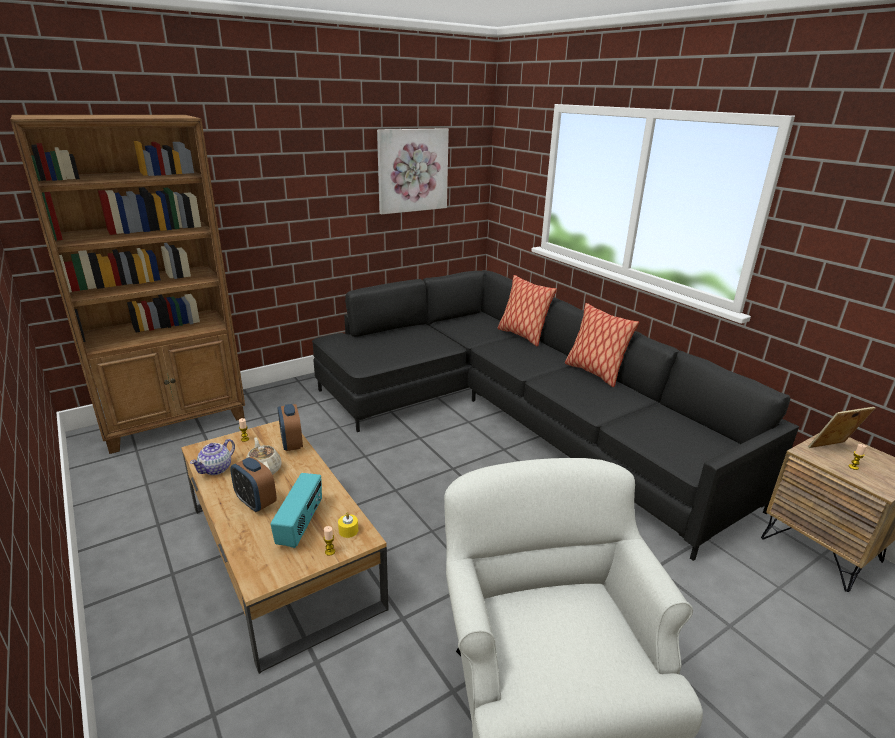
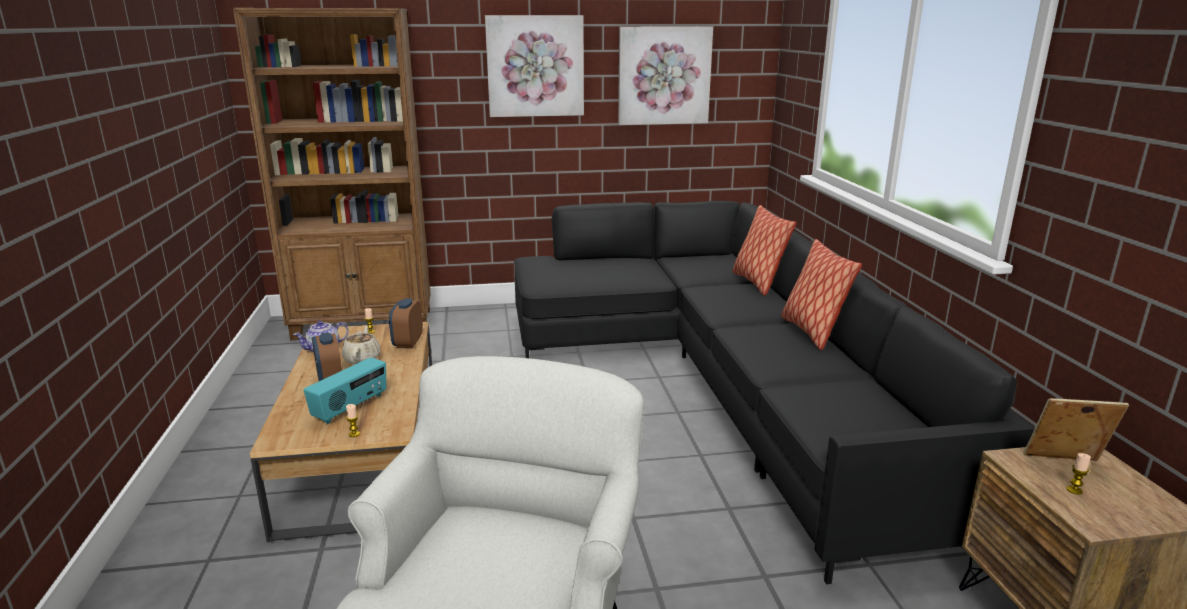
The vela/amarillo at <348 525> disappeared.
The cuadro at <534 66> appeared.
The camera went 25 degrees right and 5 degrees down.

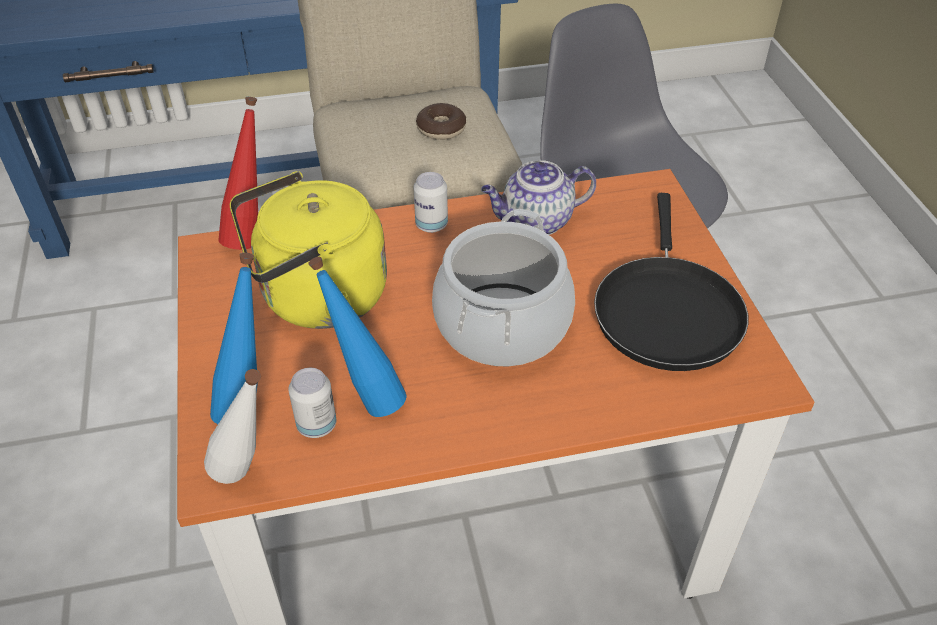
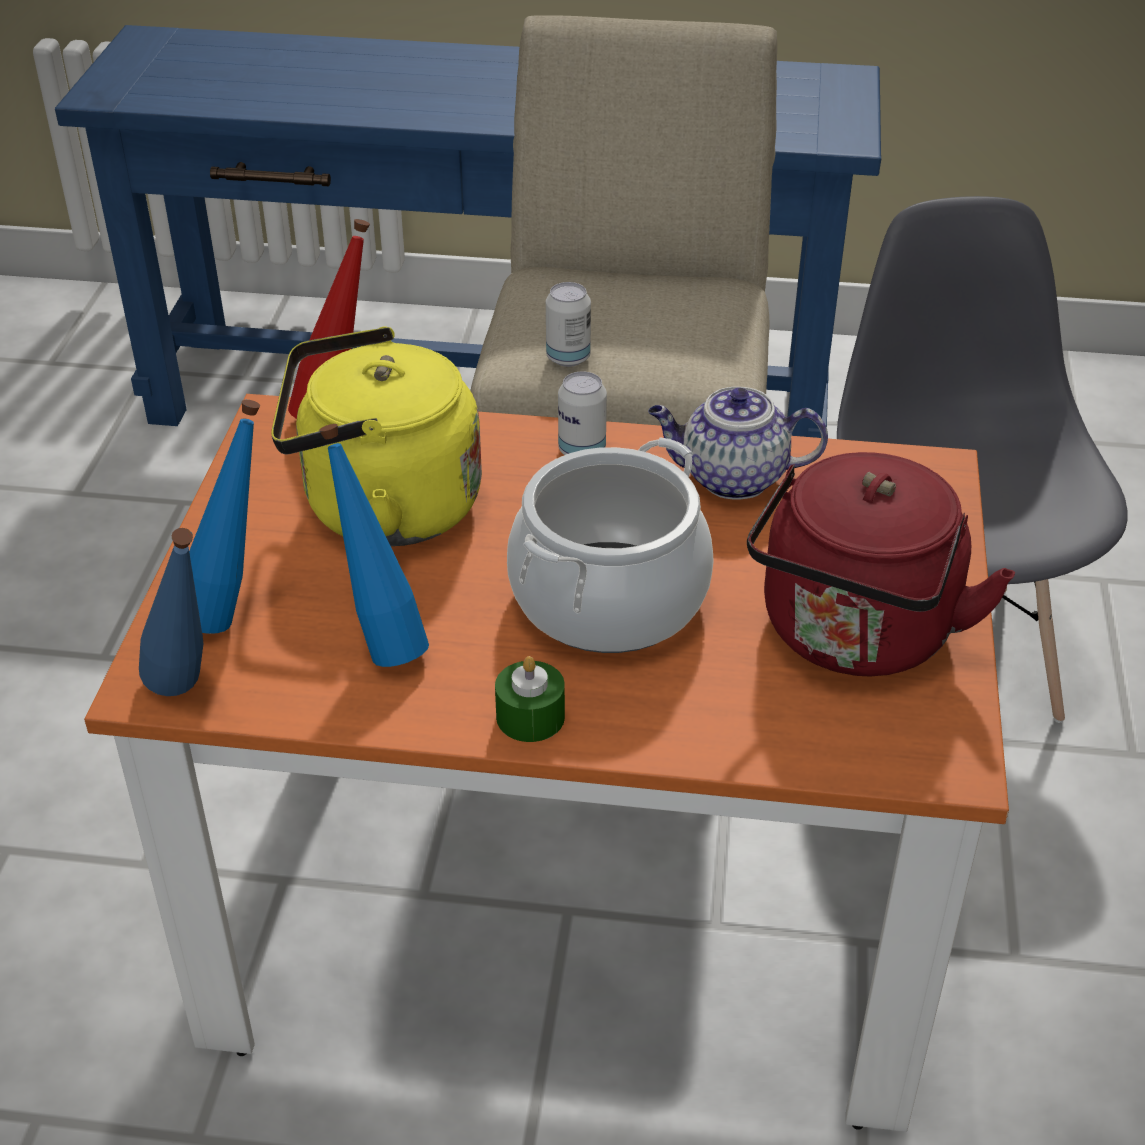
The rosquilla at <441 121> disappeared.
The sartén/negro at <671 282> was replaced by the hervidor/rojo at <881 564>.
The lata moved from <312 403> to <568 324>.
The botella/blanco at <232 426> became the botella/azul at <171 612>.
The vela/verde at <530 699> appeared.
The camera went 20 degrees right and 5 degrees down.

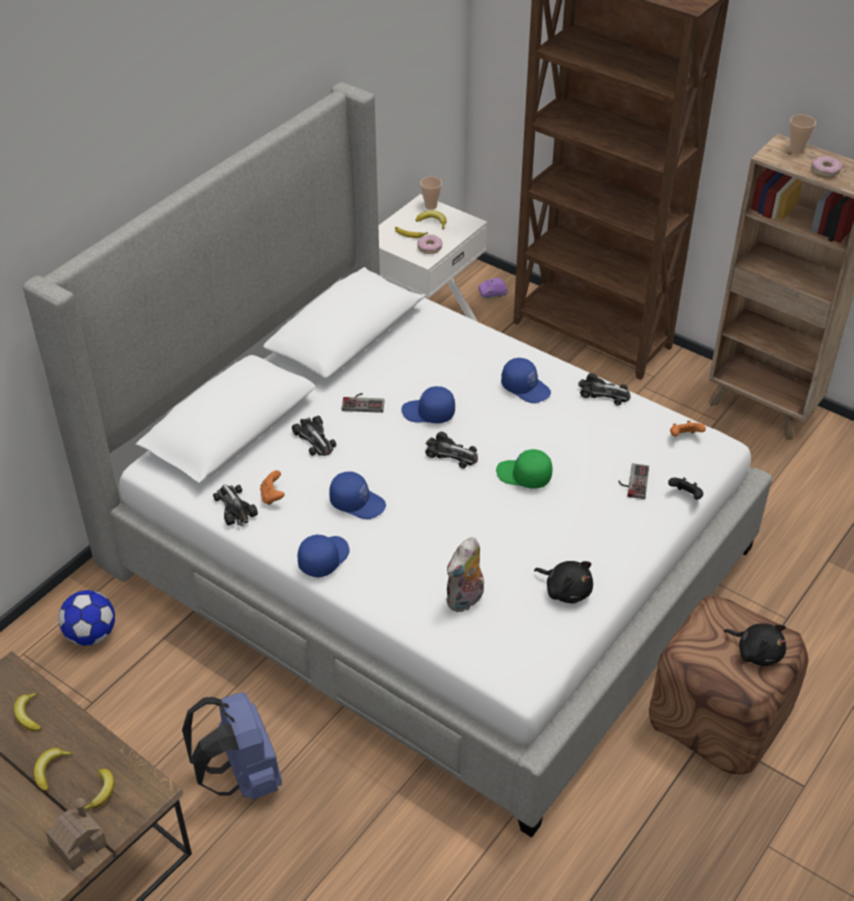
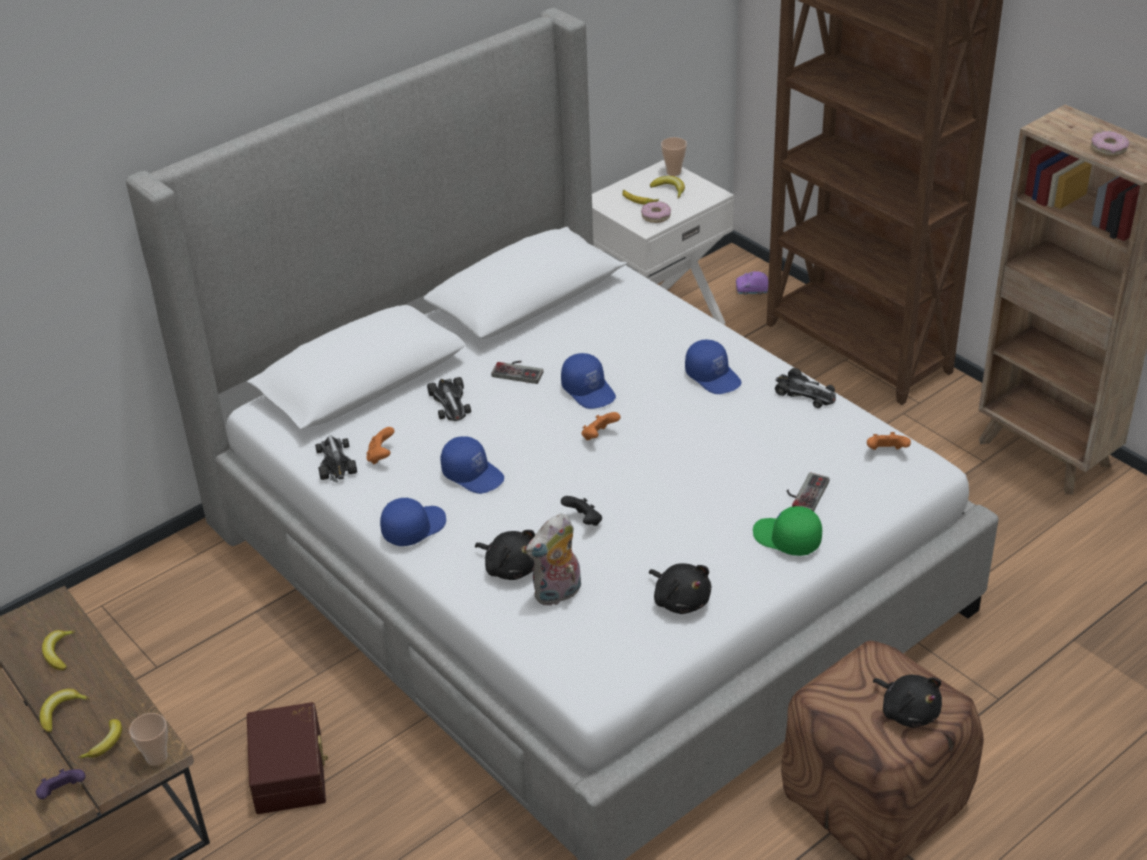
The taza moved from <802 134> to <148 739>.
The gorra/azul at <428 404> turned 150 degrees counterclockwise.
The coche de juguete at <451 450> was replaced by the mando de consola/naranja at <601 426>.
The gorra/verde moved from <524 469> to <787 531>.
The mando de consola/negro moved from <685 488> to <581 511>.
The balón de fútbol at <86 618> disappeared.
The mochila/azul at <232 746> was replaced by the caja de almacenaje/marrón at <287 758>.
The casita at <76 834> was replaced by the mando de consola/morado at <61 784>.
The peluche/negro at <505 555> appeared.
The camera went 15 degrees right and 5 degrees down.

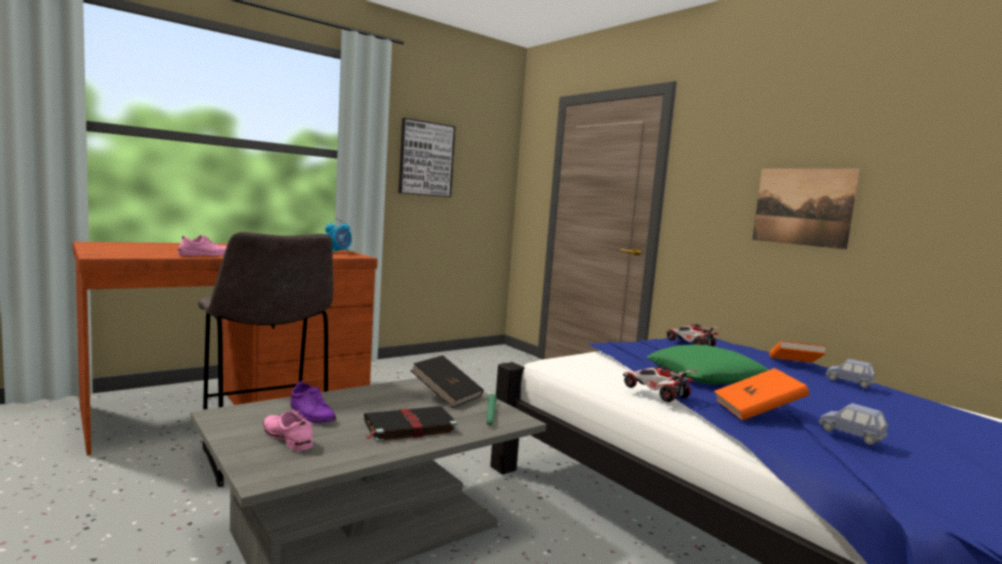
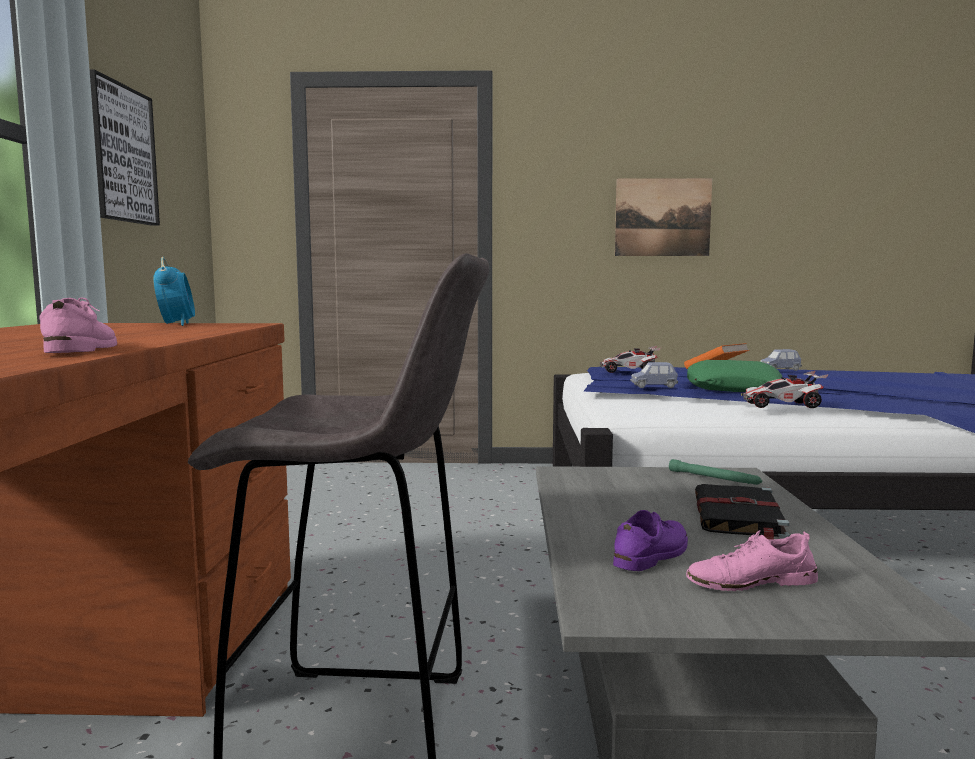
The libro/negro at <447 381> disappeared.
The libro/naranja at <761 394> disappeared.
The zapato/morado at <313 402> turned 45 degrees counterclockwise.
The coche de juguete/azul moved from <853 424> to <654 375>.
The camera went 50 degrees left and 0 degrees up.

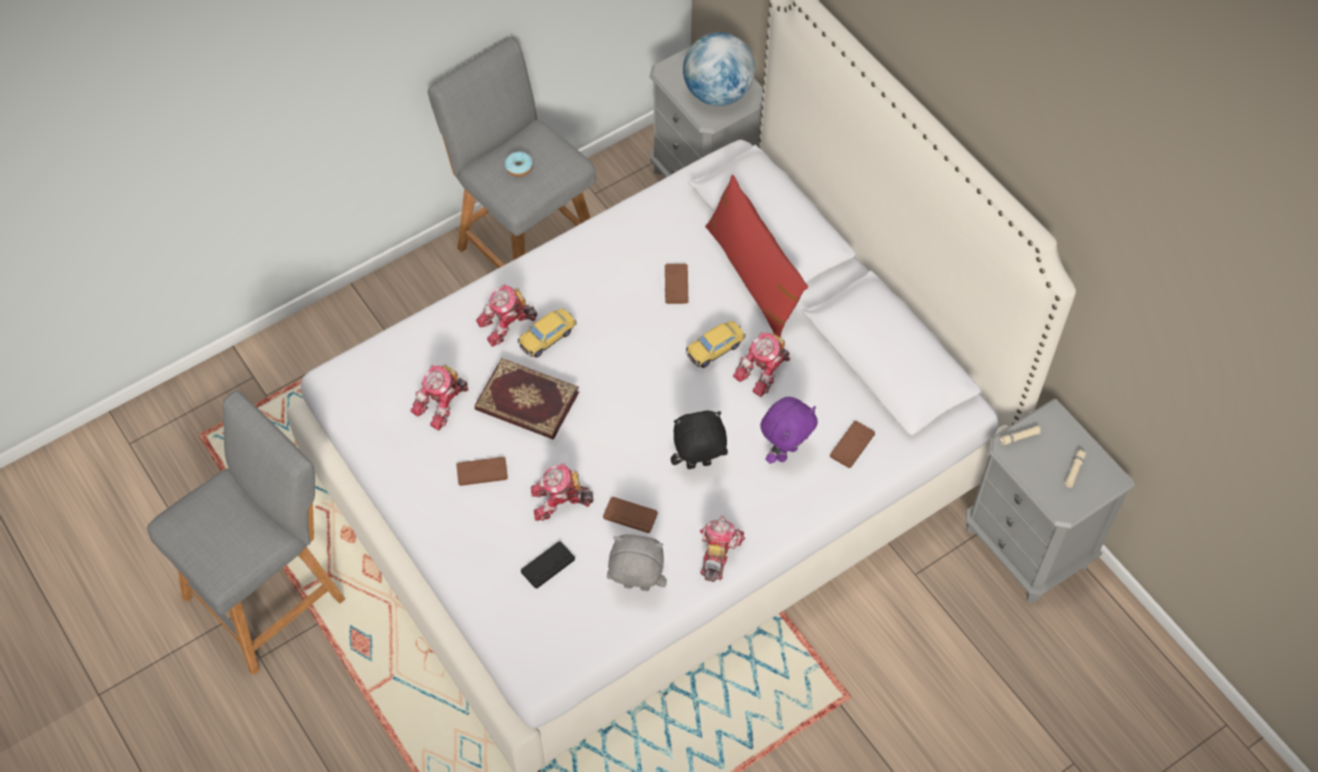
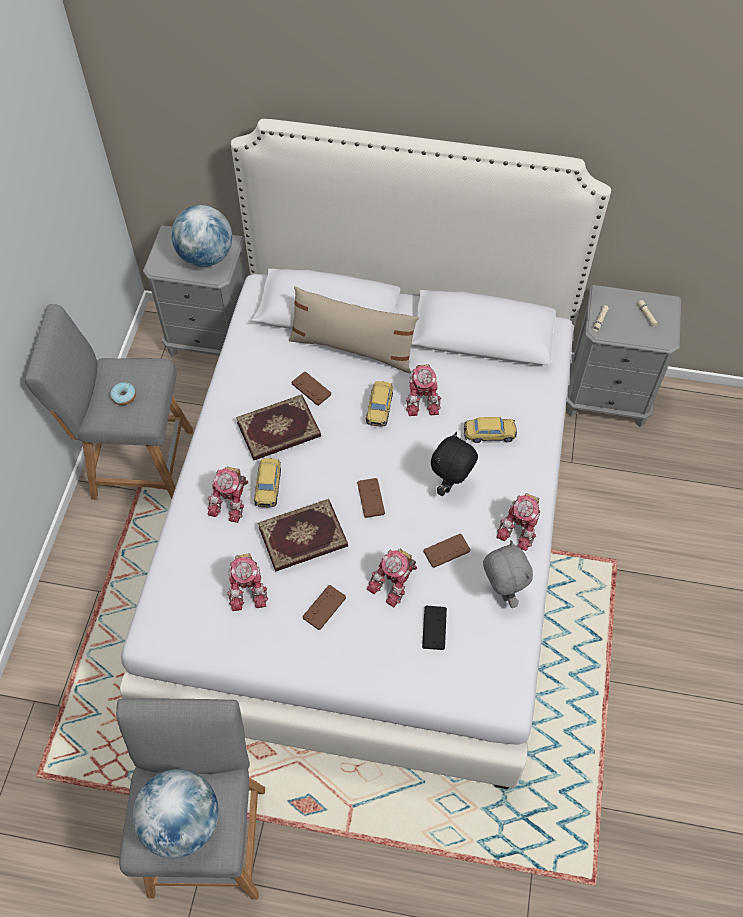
The cojín/rojo at <756 256> became the cojín/beis at <354 330>.
The peluche/morado at <789 430> was replaced by the coche de juguete at <490 430>.
The mando de consola/marrón moved from <852 444> to <371 498>.
The robot de juguete at <722 549> turned 120 degrees counterclockwise.
The peluche/gris at <637 562> turned 105 degrees clockwise.
The libro at <278 427> appeared.
The globo terráqueo at <176 813> appeared.
The camera went 45 degrees left and 0 degrees up.

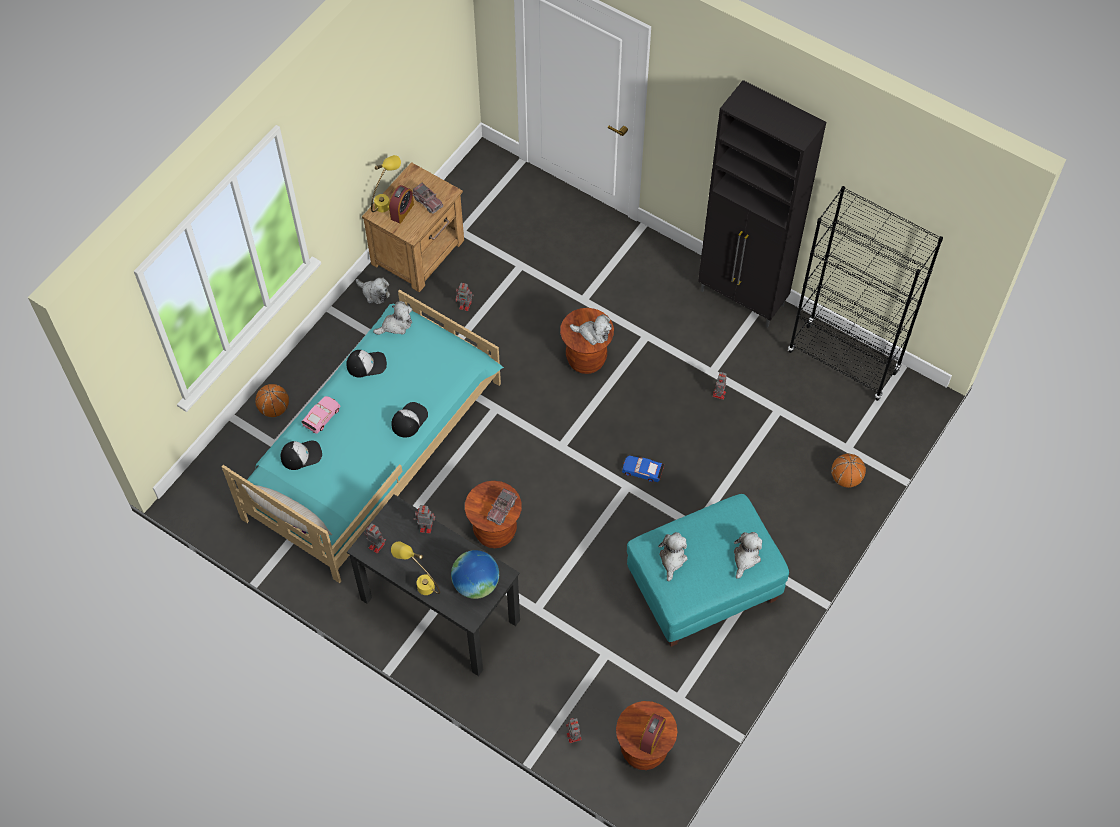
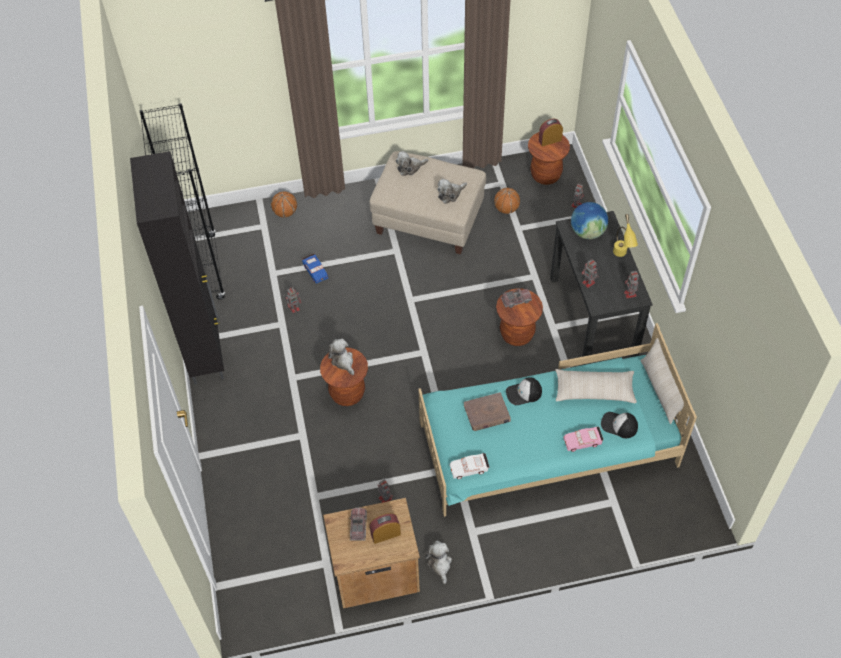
The lámpara de mesa/amarillo at <386 183> disappeared.
The peluche at <392 318> was replaced by the coche de juguete/blanco at <469 466>.
The gorra at <366 364> disappeared.
The balón de baloncesto moved from <272 400> to <507 201>.
The coche de juguete/azul moved from <643 469> to <315 269>.
The puf/turquesa at <708 570> became the puf/beis at <427 203>.
The cojín/beis at <596 386> appeared.
The libro/marrón at <487 411> appeared.
The camera went 135 degrees left and 5 degrees down.

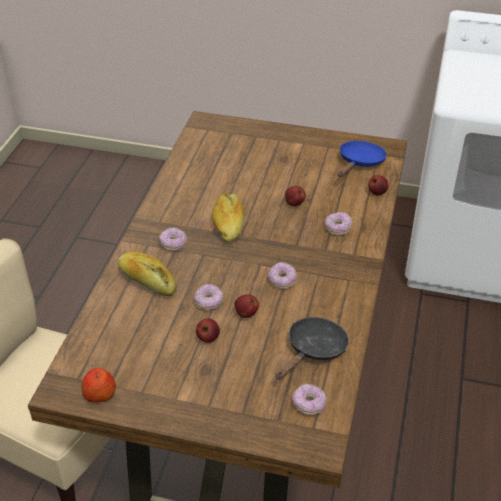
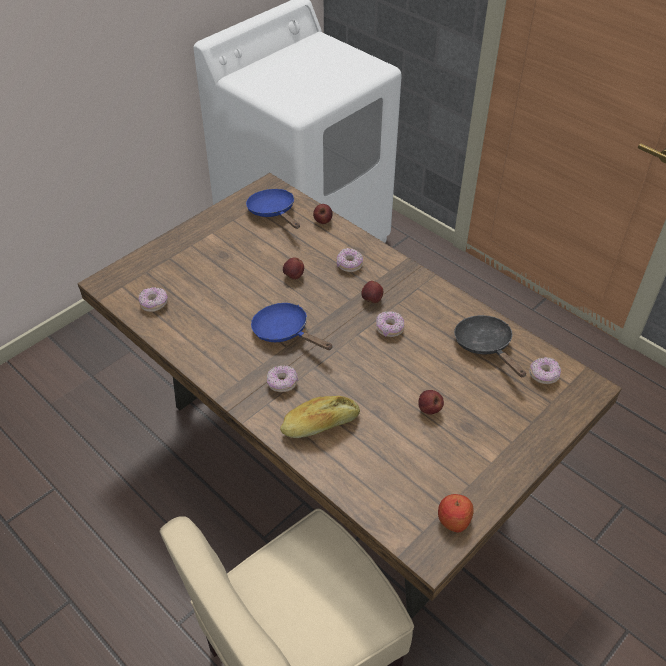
The pan at <228 217> was replaced by the sartén/azul at <292 326>.
The rosquilla moved from <208 297> to <153 299>.
The manzana moved from <247 306> to <372 292>.
The camera went 60 degrees left and 5 degrees up.

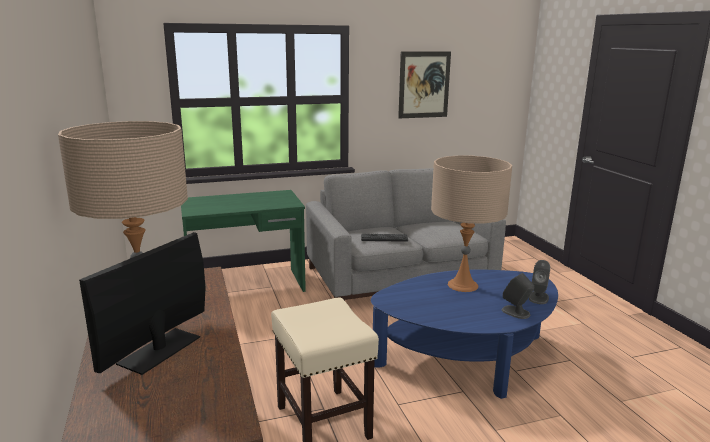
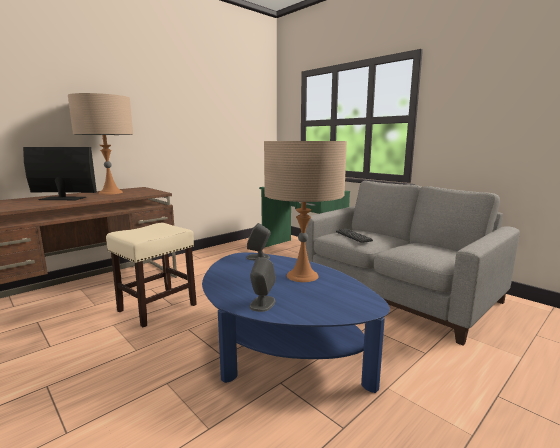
The cuadro at <424 85> disappeared.
The altavoz/gris moved from <539 282> to <258 241>.
The camera went 65 degrees right and 5 degrees down.

